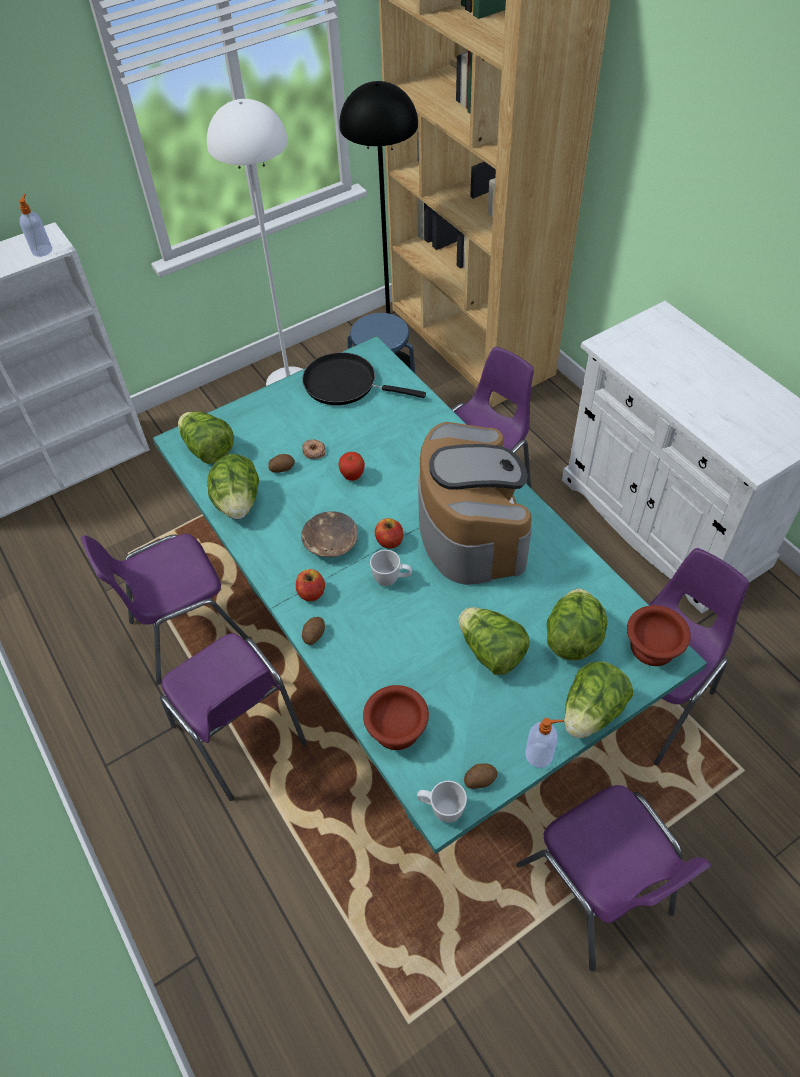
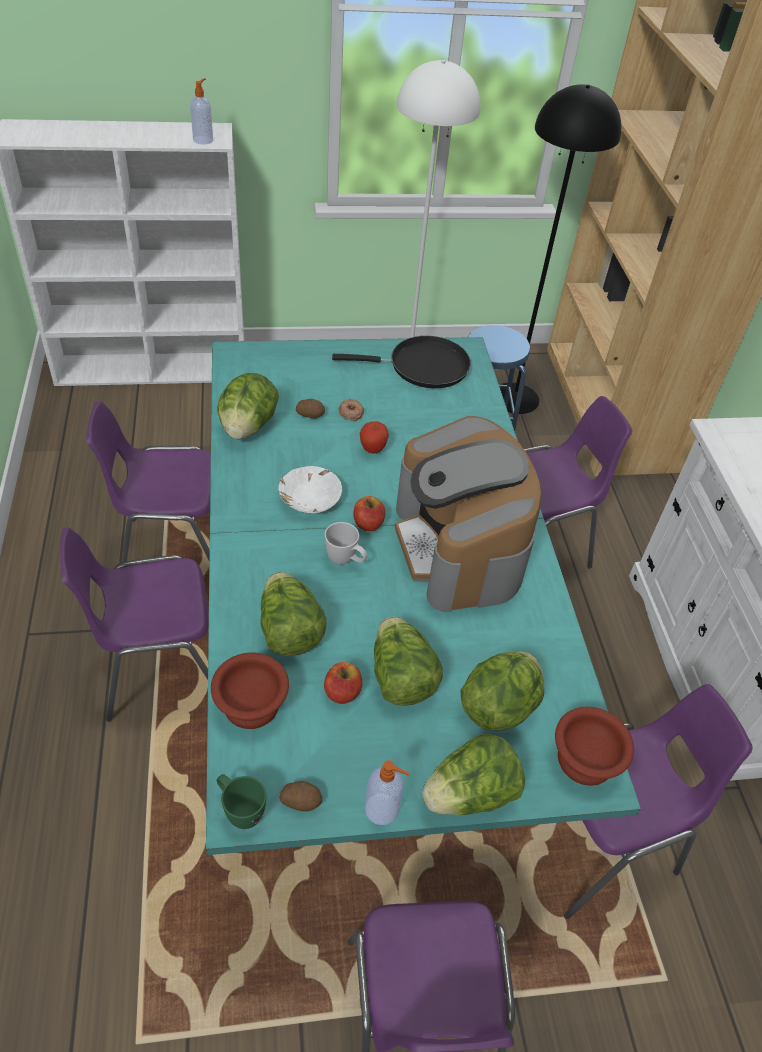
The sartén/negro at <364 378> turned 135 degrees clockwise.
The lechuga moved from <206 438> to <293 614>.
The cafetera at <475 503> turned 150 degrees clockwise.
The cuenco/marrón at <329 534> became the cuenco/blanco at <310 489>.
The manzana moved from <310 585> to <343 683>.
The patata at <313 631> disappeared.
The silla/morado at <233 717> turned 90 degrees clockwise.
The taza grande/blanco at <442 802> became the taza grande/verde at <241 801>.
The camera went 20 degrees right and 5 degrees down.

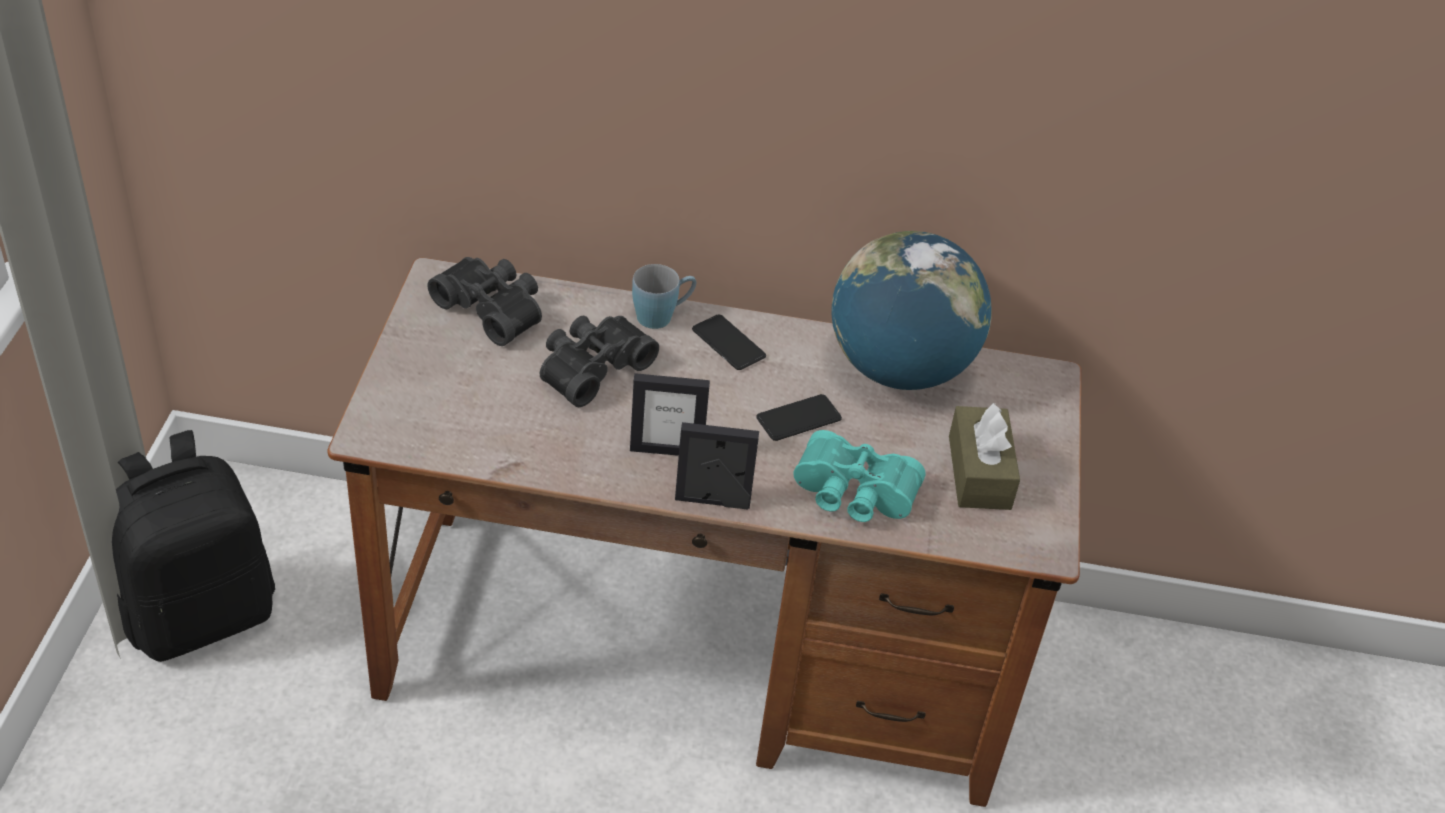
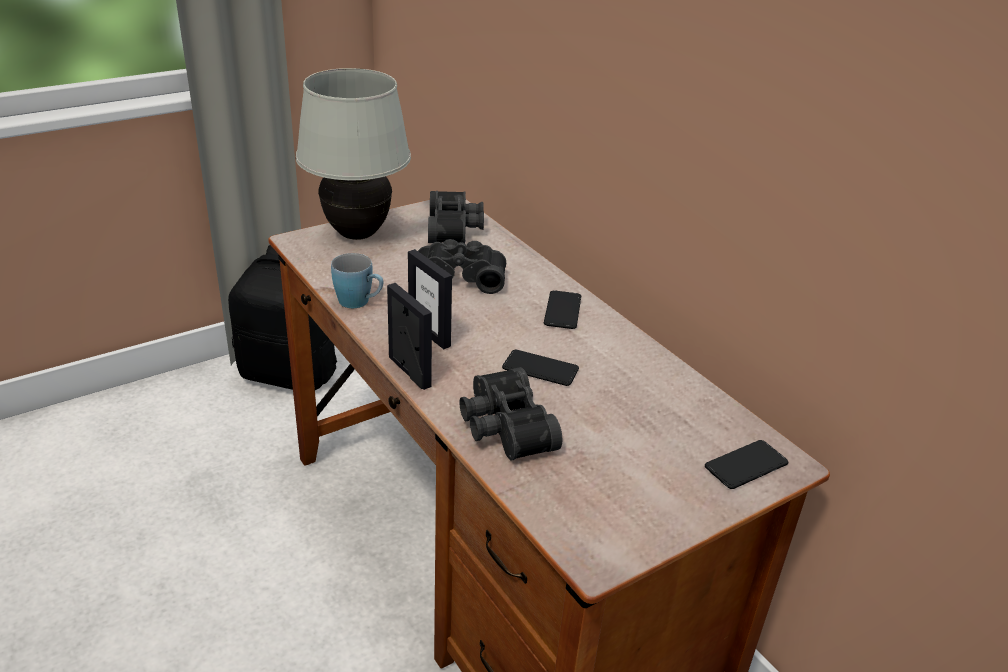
The globo terráqueo at <911 310> disappeared.
The taza grande/azul moved from <664 296> to <357 280>.
The caja de pañuelos/marrón at <984 456> disappeared.
The prismáticos/turquesa at <859 476> became the prismáticos/negro at <511 413>.
The lámpara de mesa/blanco at <353 154> appeared.
The móvil at <746 464> appeared.
The camera went 50 degrees right and 10 degrees down.

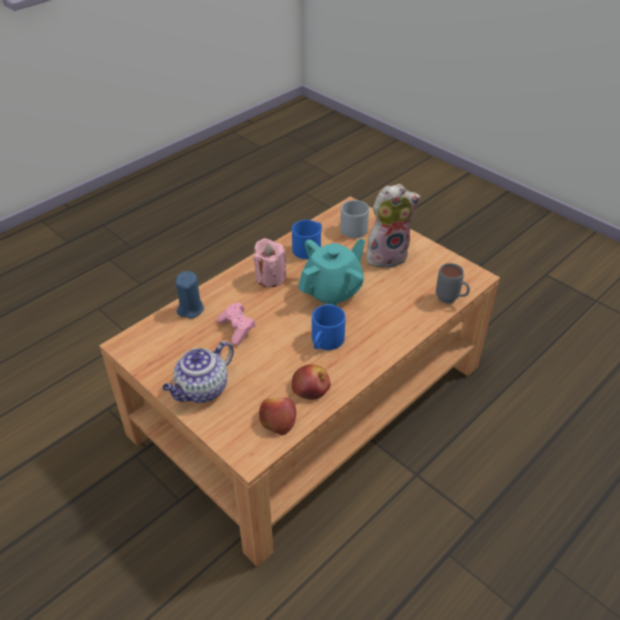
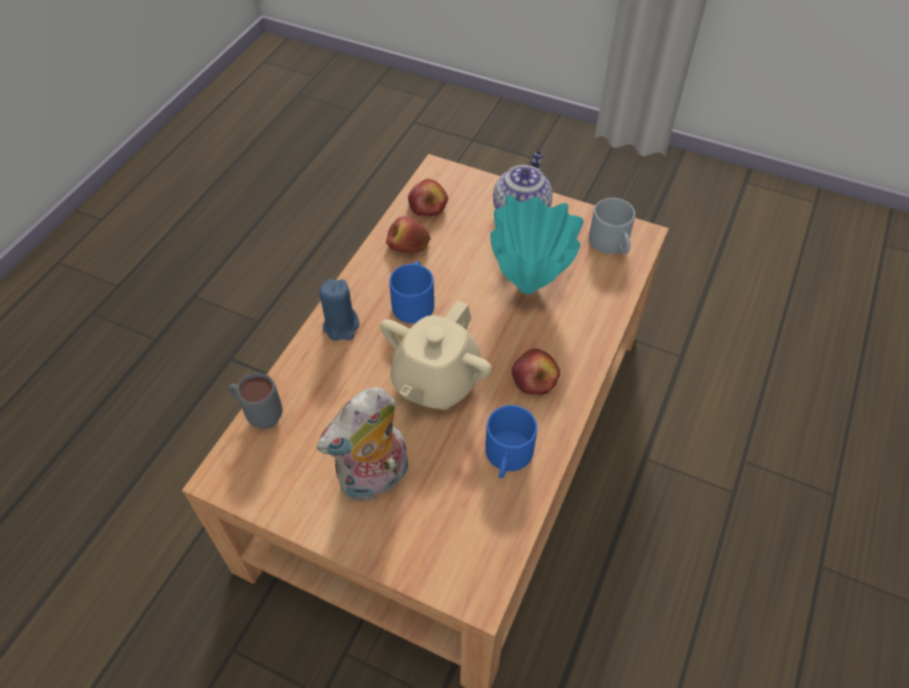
The taza grande/gris moved from <354 219> to <612 226>.
The vela/rosa at <270 262> was replaced by the manzana at <535 372>.
The tetera/turquesa at <331 272> became the tetera/beis at <436 355>.
The vela/azul moved from <190 295> to <339 310>.
The mando de consola/rosa at <236 324> was replaced by the florero/turquesa at <537 244>.
The camera went 160 degrees right and 10 degrees up.

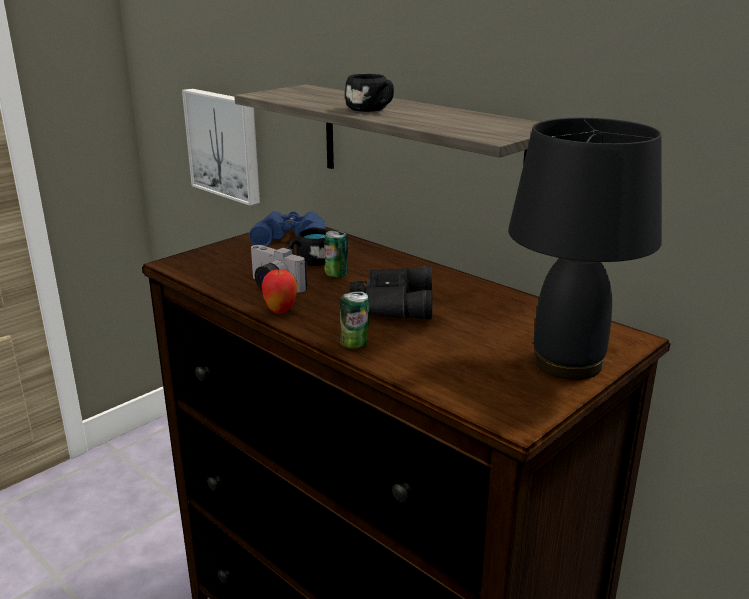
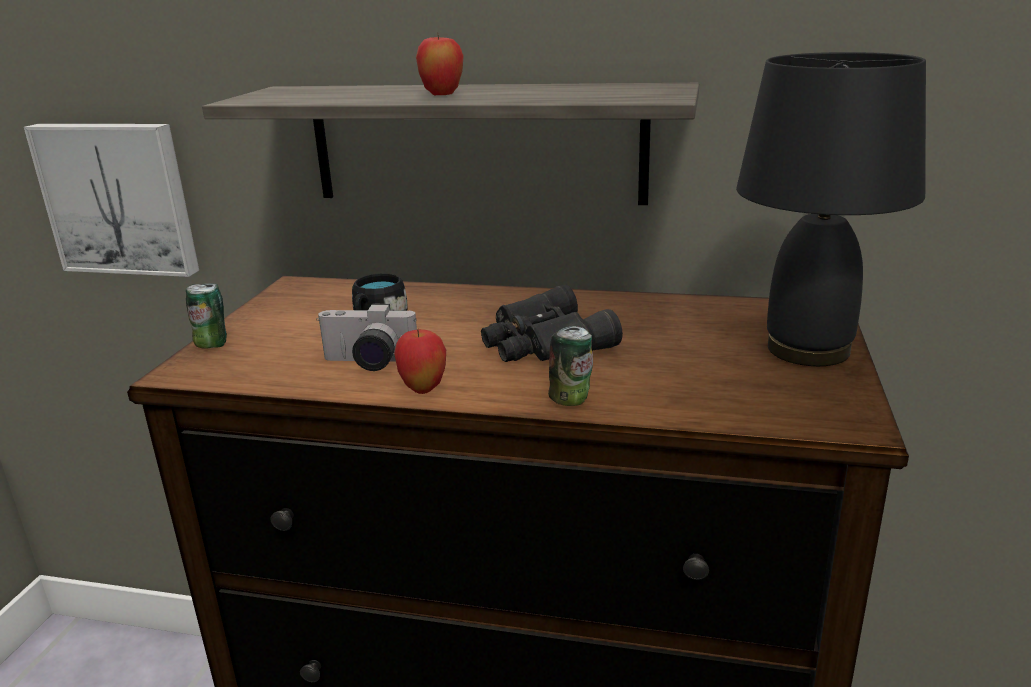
The taza grande/negro at <369 93> was replaced by the manzana at <440 64>.
The prismáticos/azul at <287 229> disappeared.
The lata moved from <336 254> to <206 316>.
The camera went 30 degrees left and 0 degrees up.

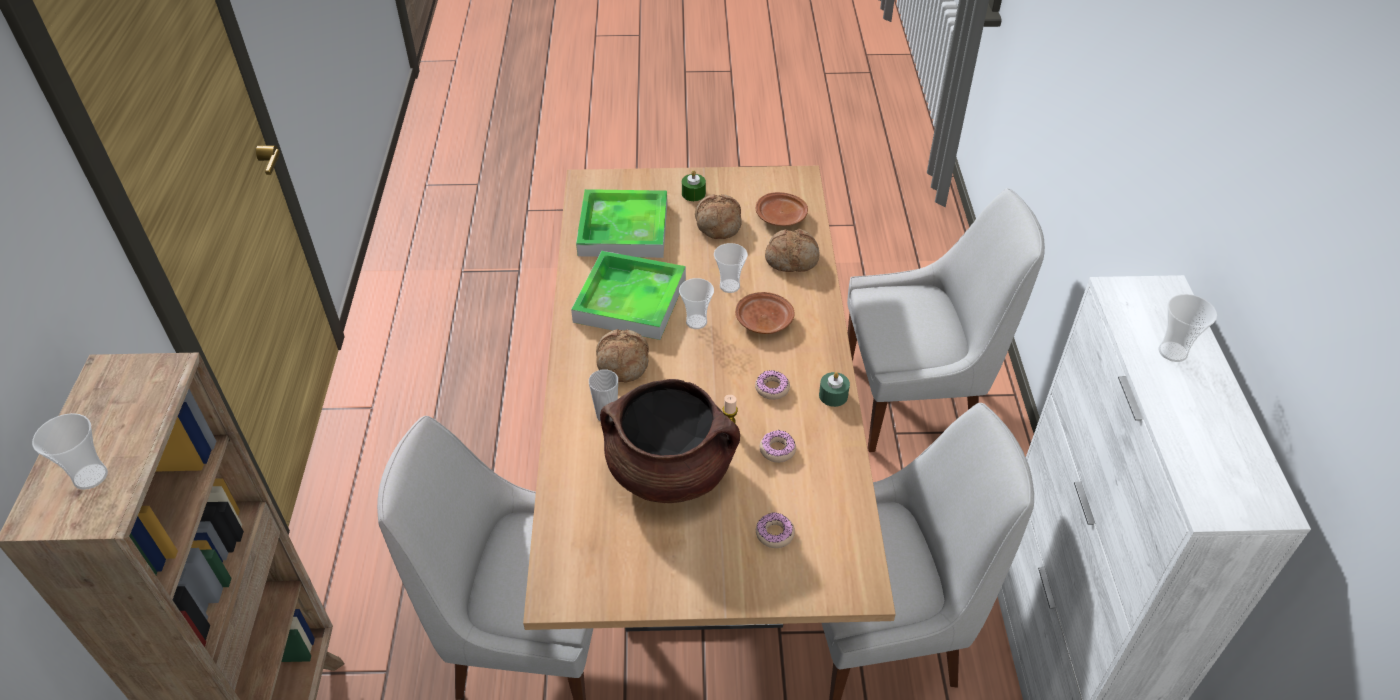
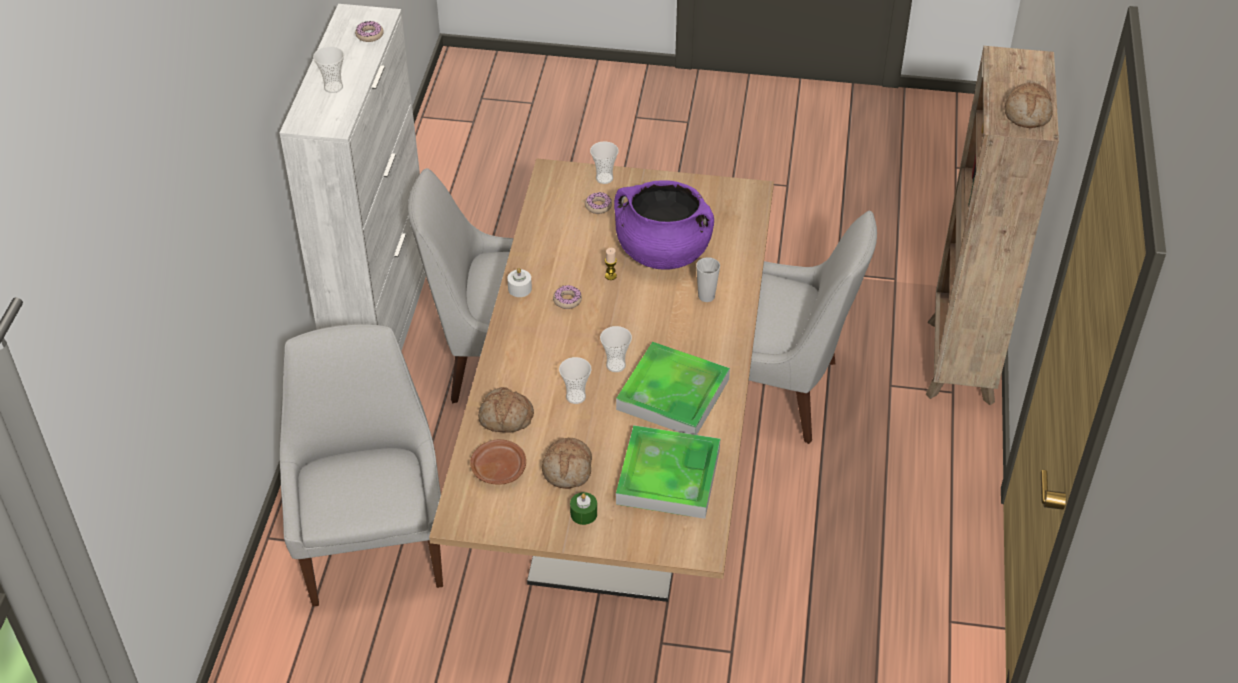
The silla/blanco at <946 320> turned 75 degrees clockwise.
The plato/marrón at <765 313> disappeared.
The pan moved from <622 355> to <1029 105>.
The vela/verde at <834 389> became the vela/blanco at <519 282>.
The olla/marrón at <670 441> became the olla/morado at <664 225>.
The taza moved from <70 451> to <604 163>.
The rosquilla moved from <778 446> to <369 31>.
The camera went 170 degrees left and 0 degrees up.

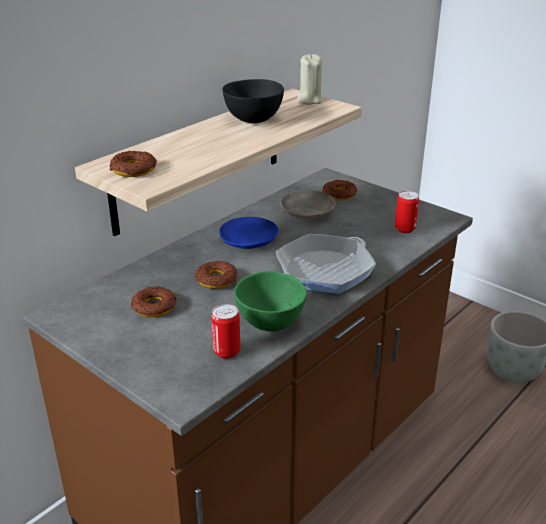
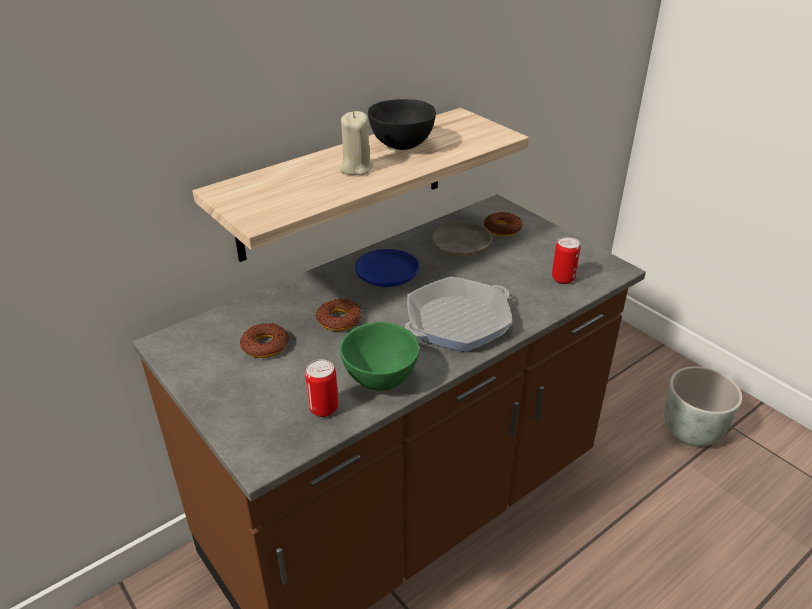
The vela/beis moved from <310 79> to <356 143>.
The rosquilla at <133 164> disappeared.
The camera went 10 degrees right and 5 degrees up.

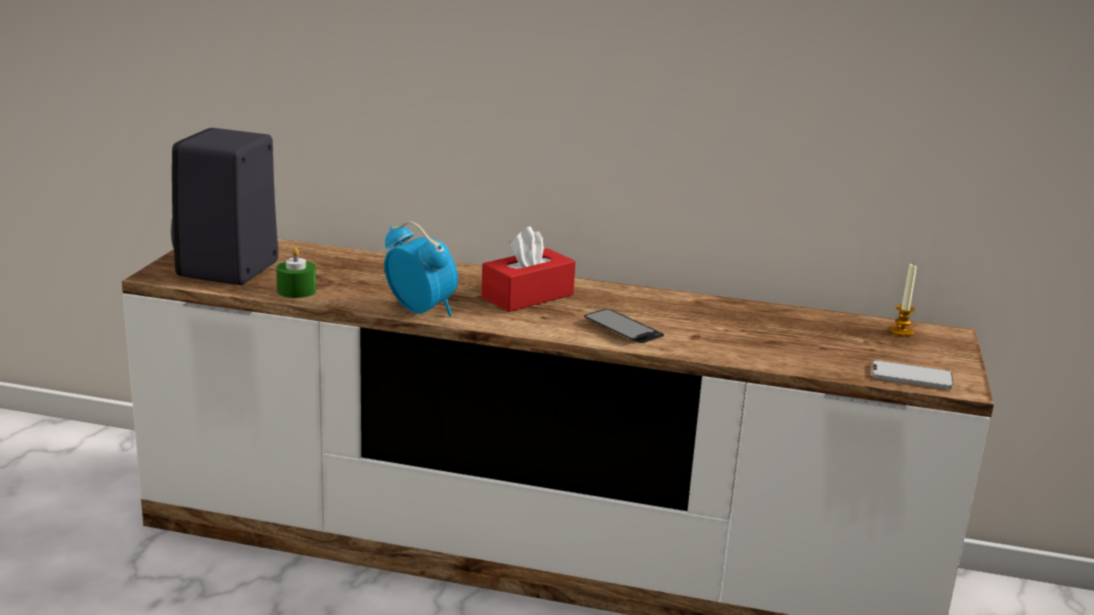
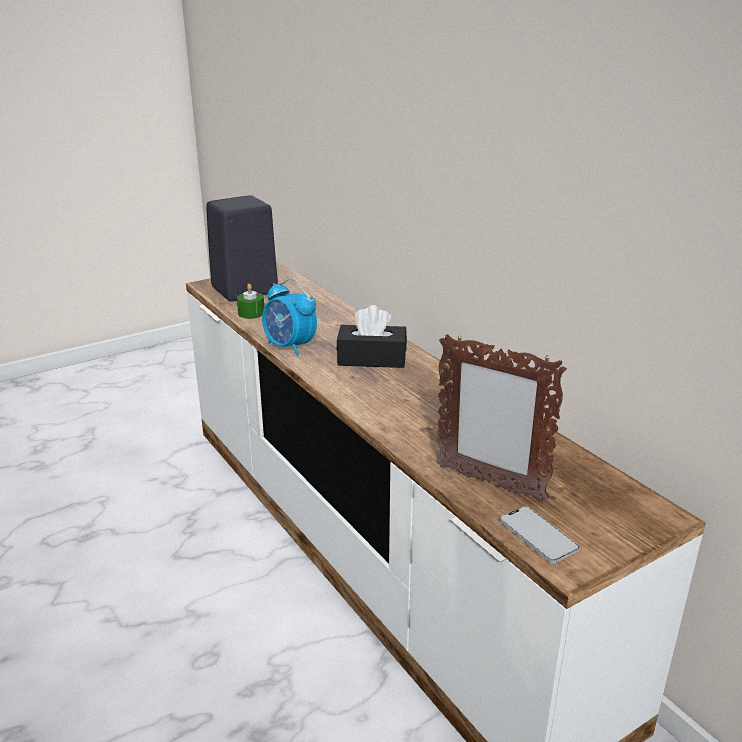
The despertador at <421 269> turned 135 degrees clockwise.
The caja de pañuelos/rojo at <528 269> became the caja de pañuelos/negro at <372 336>.
The vela at <903 300> disappeared.
The móvil at <624 326> disappeared.
The portarretratos at <502 418> appeared.
The camera went 45 degrees right and 5 degrees up.

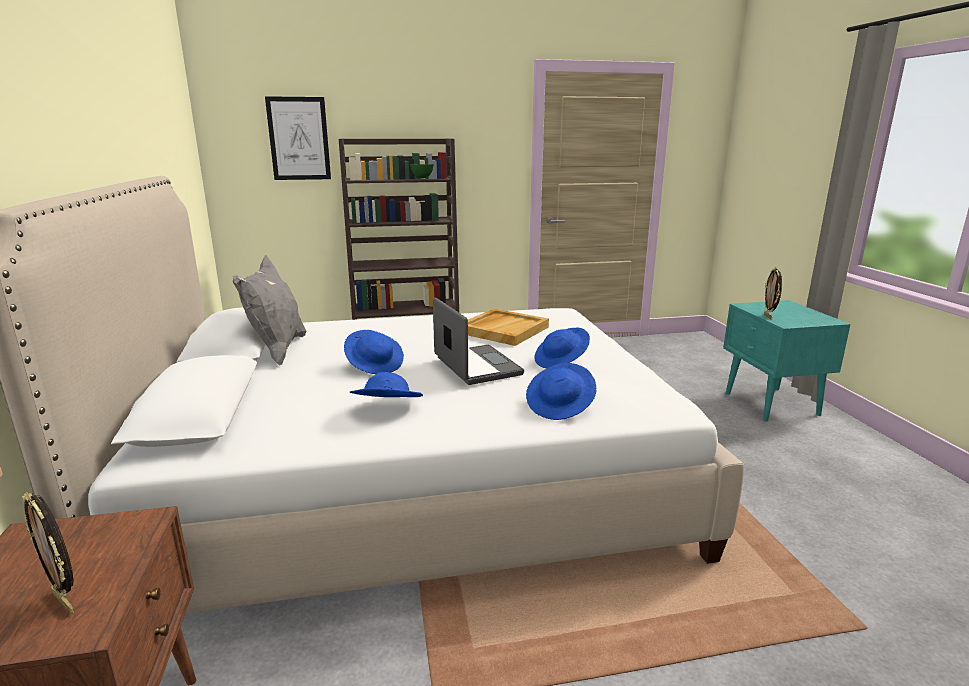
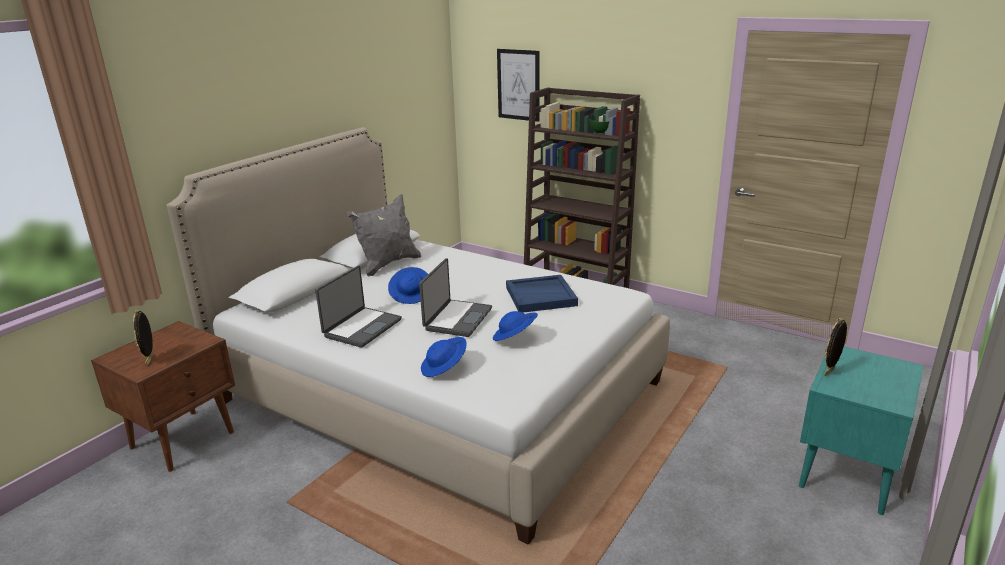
The bandeja/beis at <508 327> became the bandeja/azul at <542 294>.
The sombrero/azul at <386 384> was replaced by the portátil at <358 307>.
The camera went 45 degrees right and 5 degrees up.

